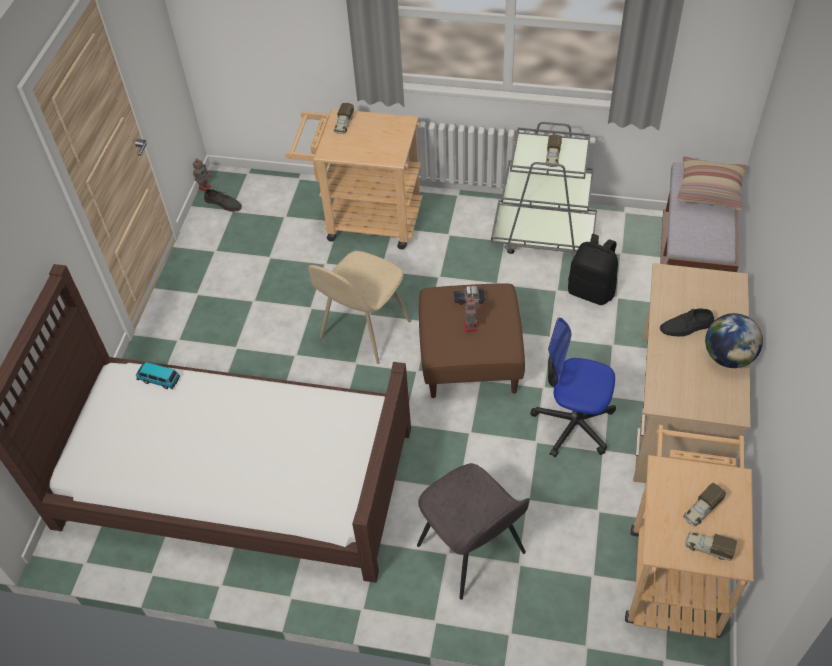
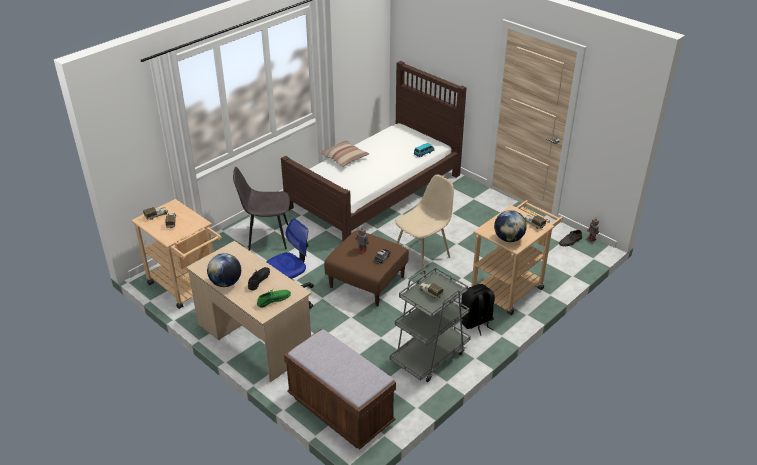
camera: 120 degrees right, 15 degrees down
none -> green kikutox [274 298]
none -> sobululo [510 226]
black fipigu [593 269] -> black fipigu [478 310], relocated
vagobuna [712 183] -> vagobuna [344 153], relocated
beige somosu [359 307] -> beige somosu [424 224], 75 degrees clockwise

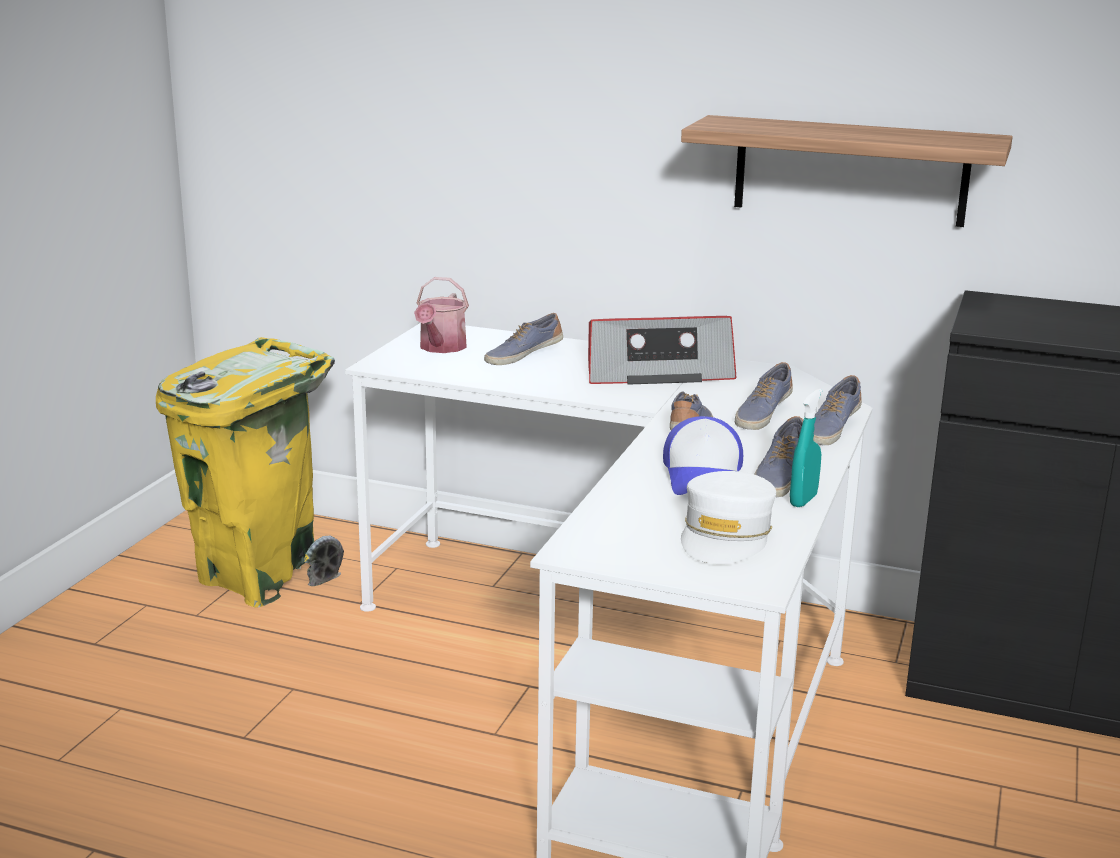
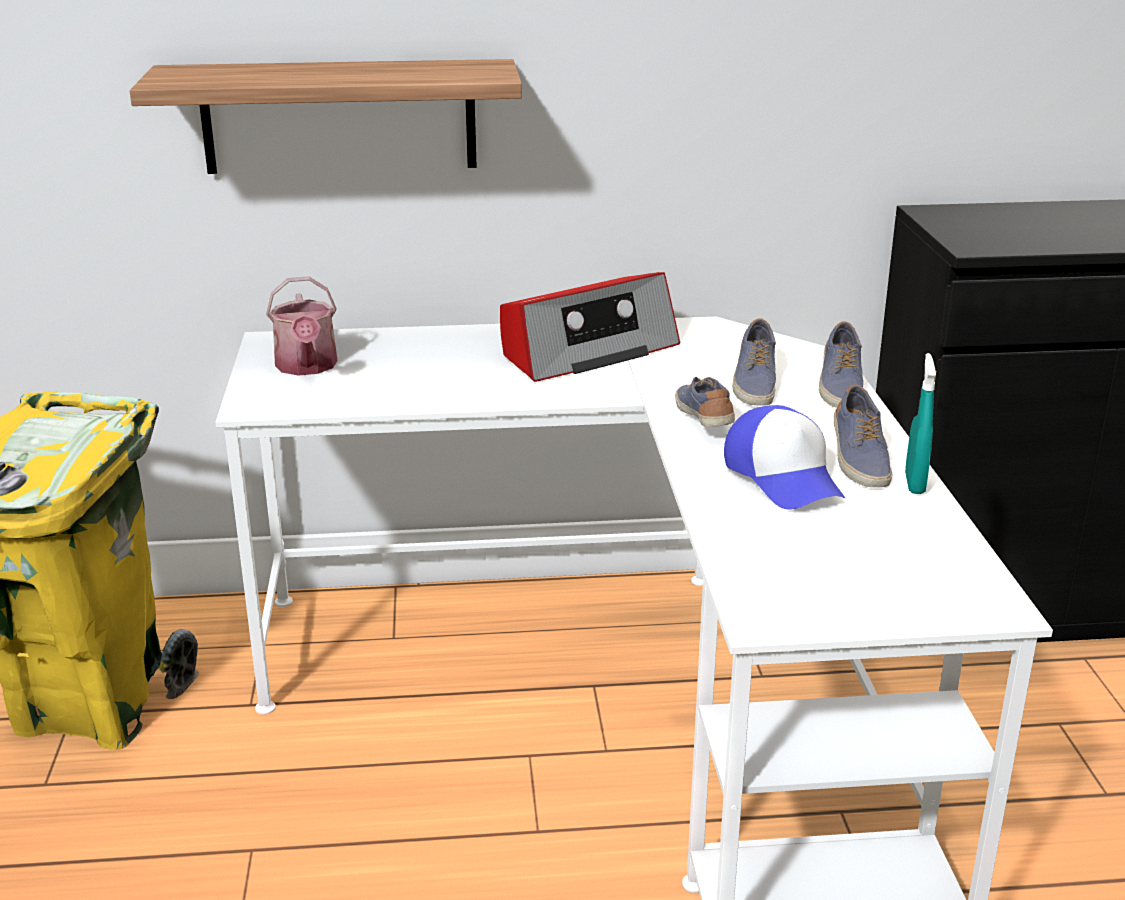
camera: 25 degrees left, 5 degrees up
kikutox [523 339] -> none
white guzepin [728 517] -> none
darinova [847 171] -> darinova [326 116], relocated

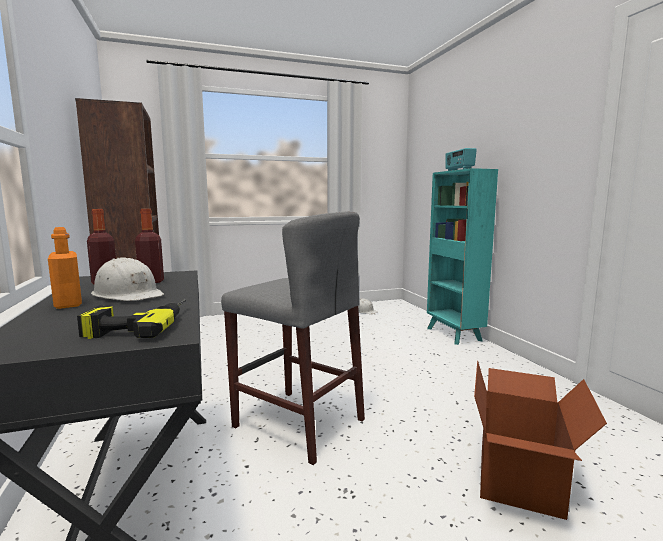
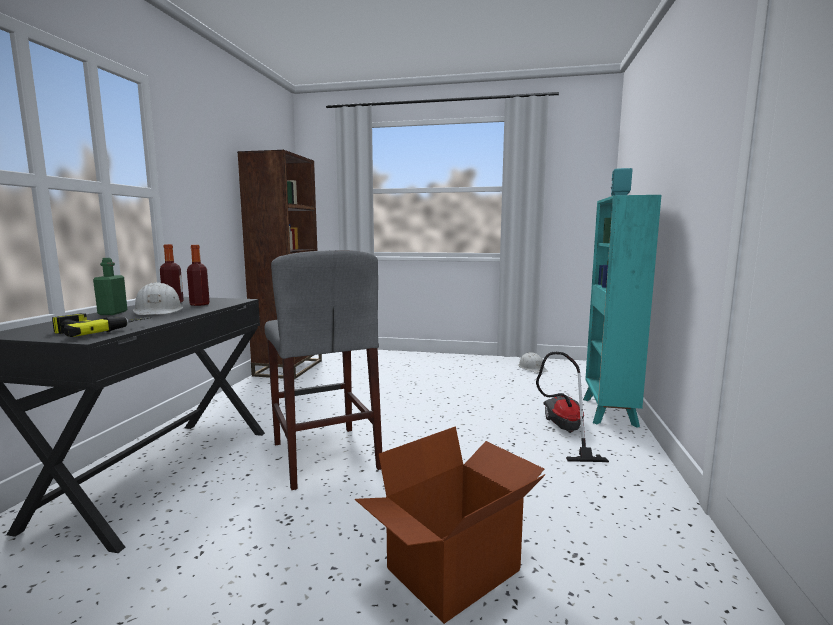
camera: 30 degrees right, 0 degrees up
none -> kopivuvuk [572 407]
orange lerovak [65 268] -> green lerovak [110 286]

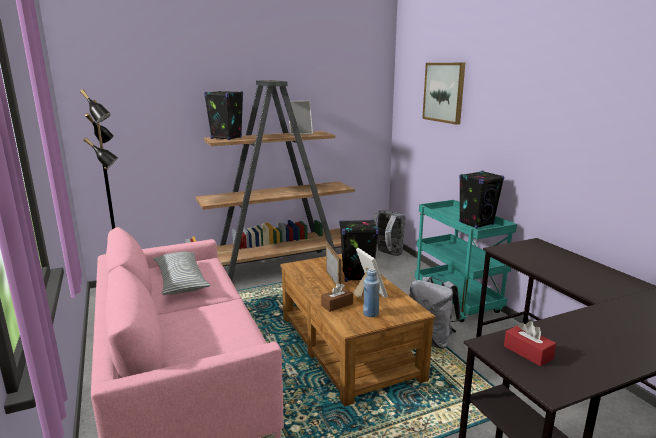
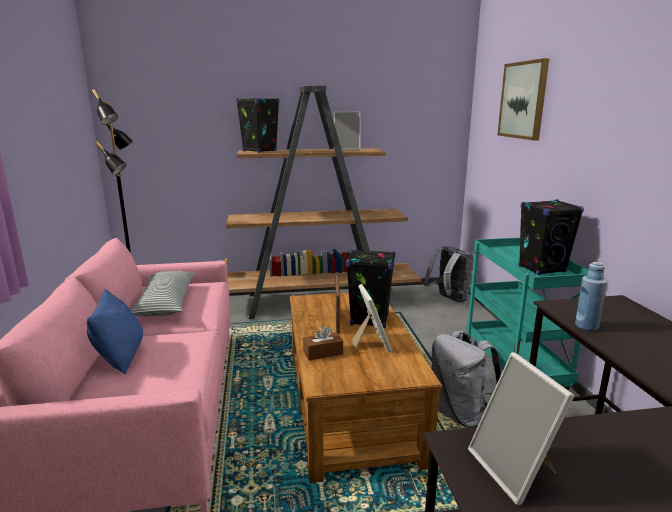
camera: 15 degrees right, 0 degrees up
none -> blue vagobuna [114 331]
blue lerovak [371 292] -> blue lerovak [591 296], relocated
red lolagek [530 343] -> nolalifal [521 428]

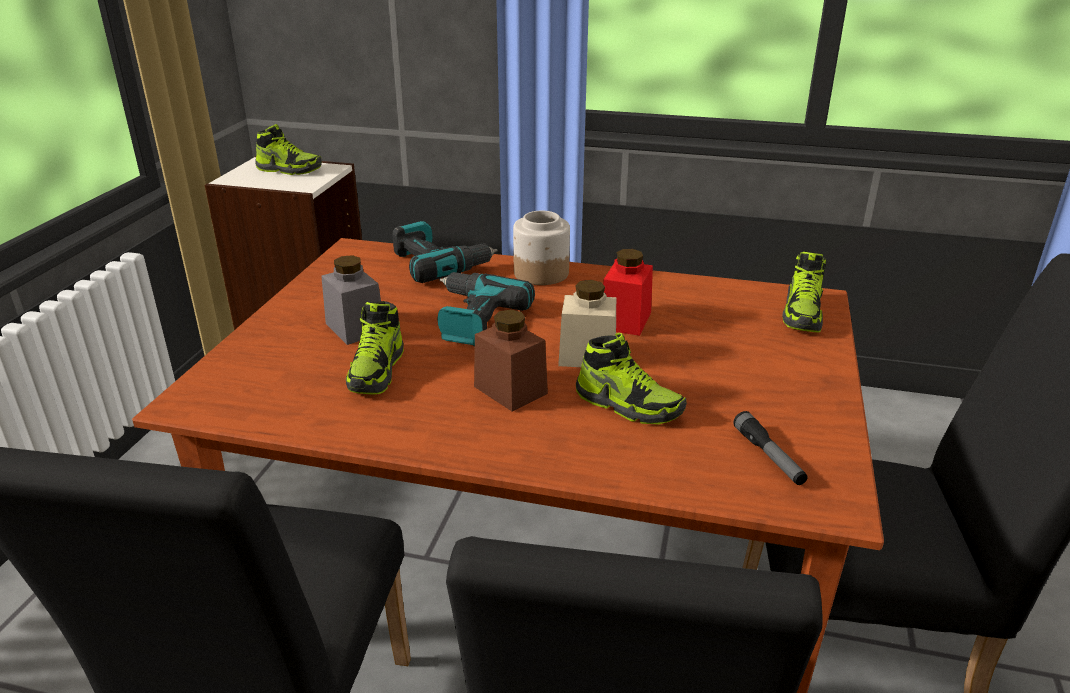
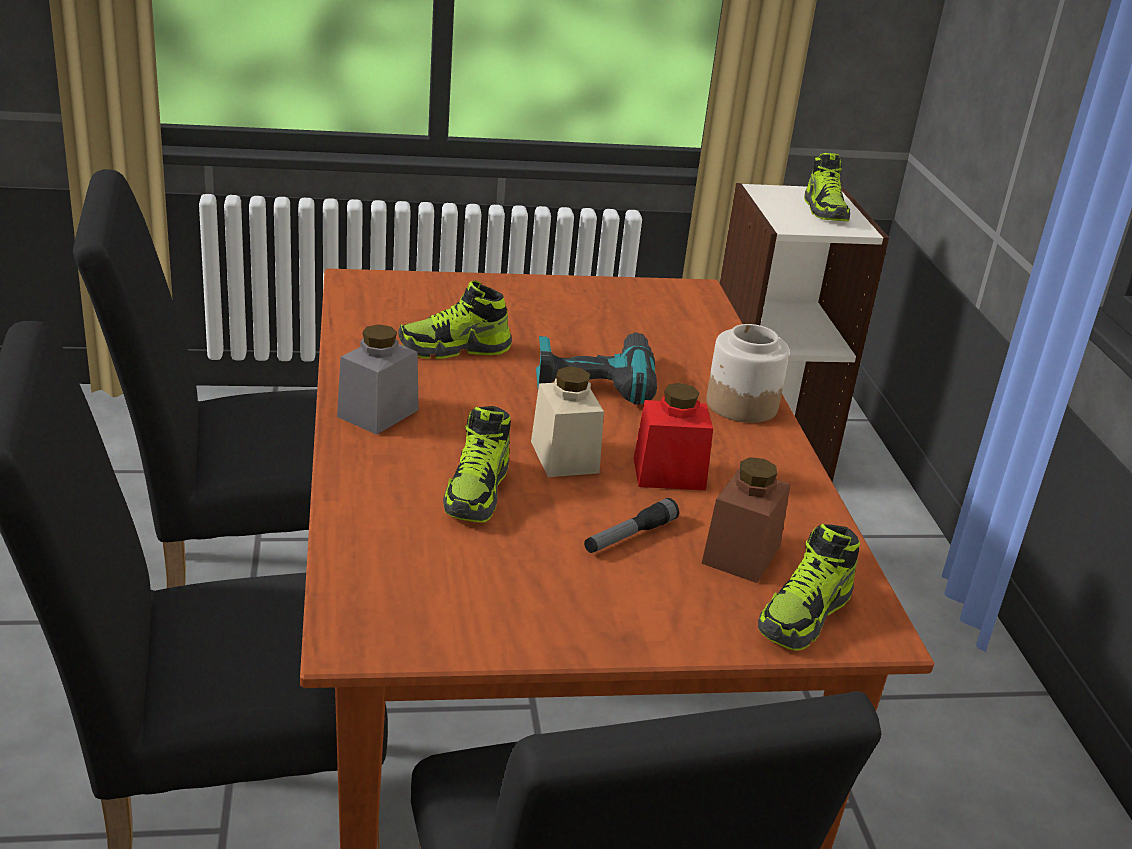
camera: 65 degrees right, 0 degrees up
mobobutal [445 252] -> none
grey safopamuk [351 300] -> grey safopamuk [378 379], relocated
brown safopamuk [511 360] -> brown safopamuk [746 520], relocated
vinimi [770 448] -> vinimi [631 525], relocated
kikutox [804 292] -> kikutox [809 587], 45 degrees counterclockwise

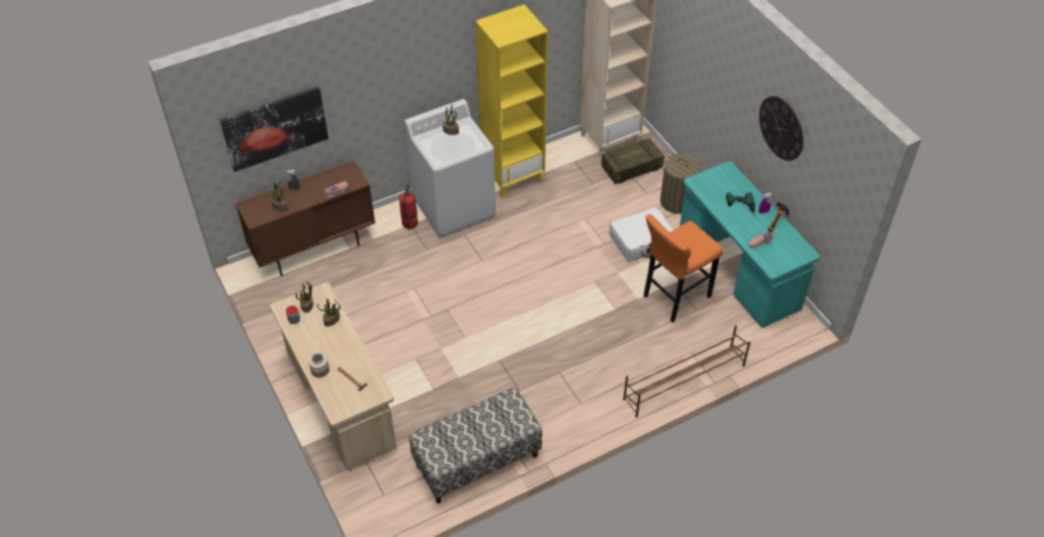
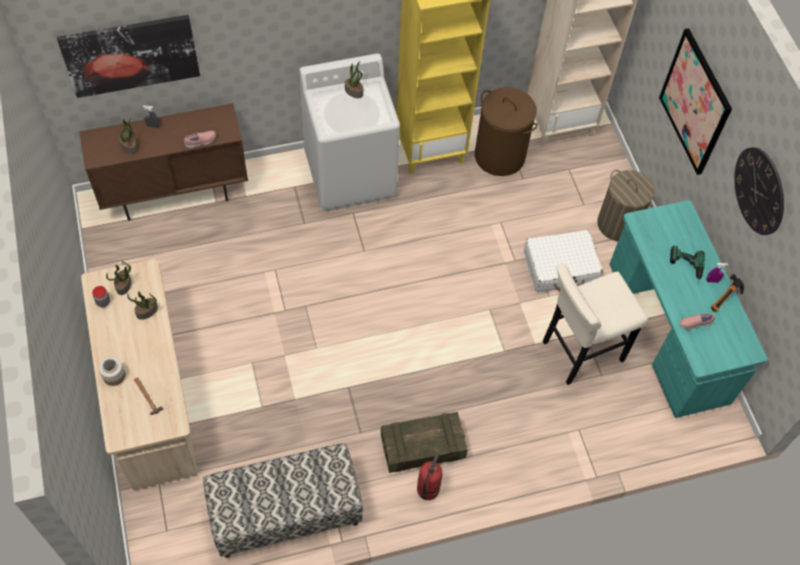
camera: 10 degrees right, 10 degrees up
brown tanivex [687 371] -> none
none -> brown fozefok [506 131]
none -> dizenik [695 101]
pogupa [408 205] -> pogupa [429 476], relocated
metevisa [632 161] -> metevisa [424 442], relocated
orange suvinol [683 268] -> beige suvinol [595 324]

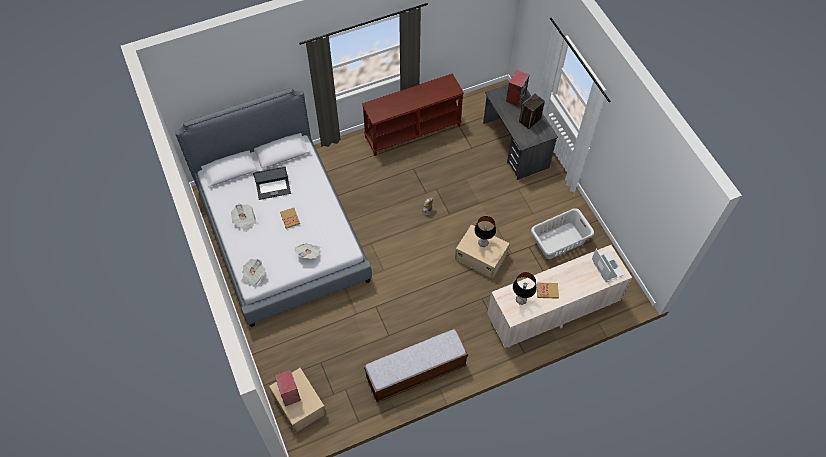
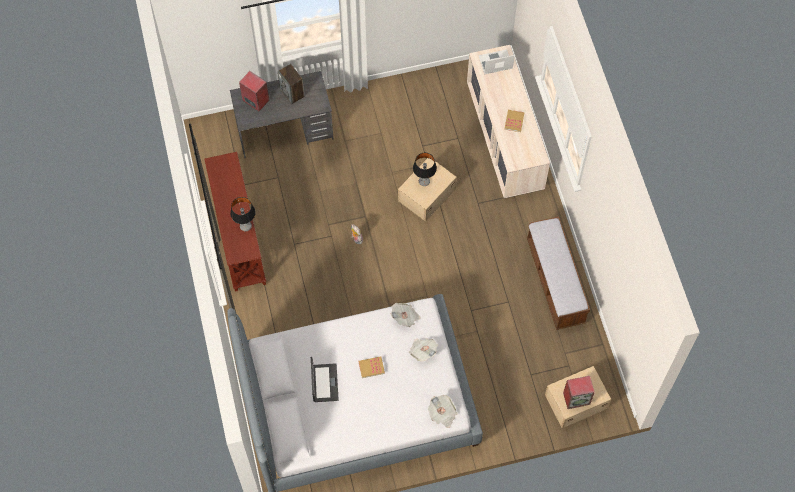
camera: 80 degrees left, 5 degrees up
grey fozefok [562 233] -> none
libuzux [244 217] -> libuzux [406 315], relocated
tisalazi [525 288] -> tisalazi [242 214], relocated

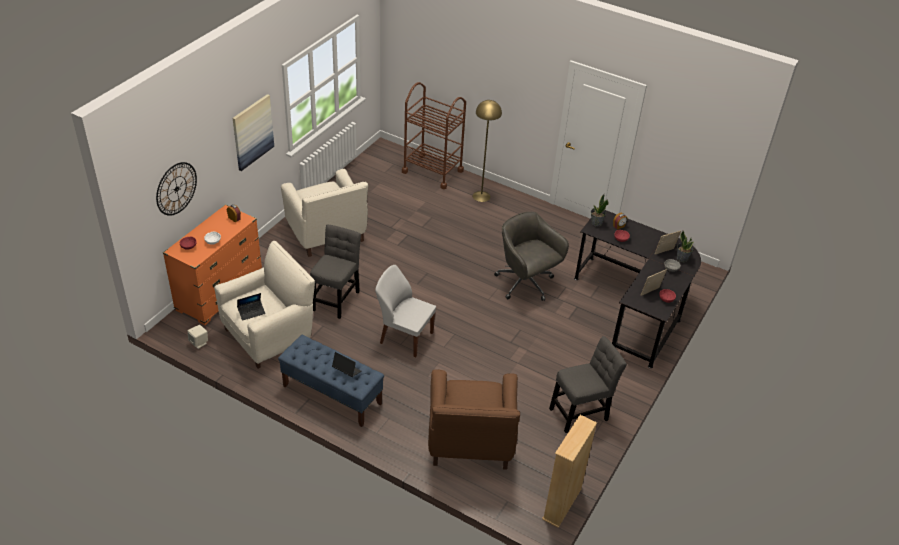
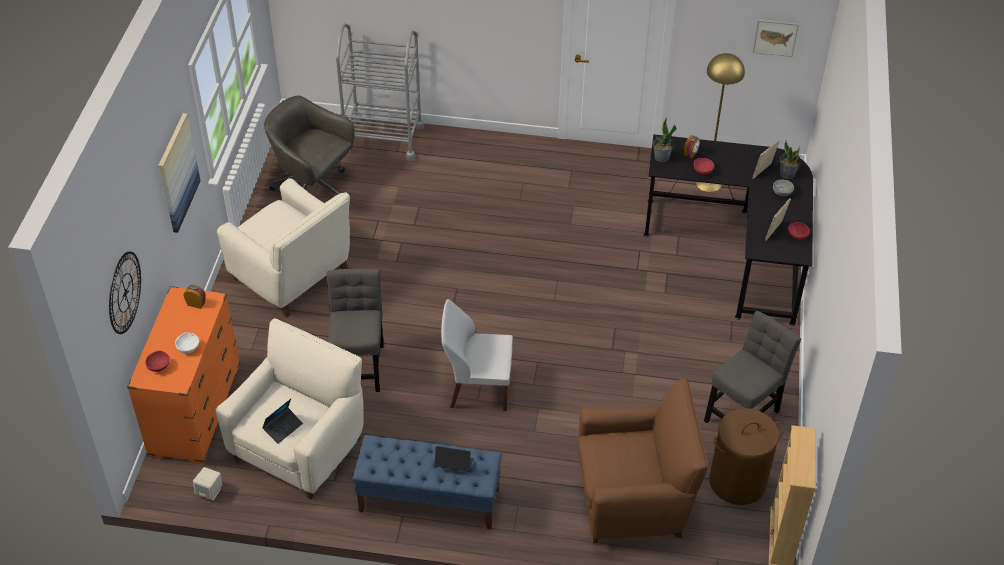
camera: 20 degrees left, 5 degrees up
none -> brown fozefok [746 456]
none -> dizenik [776 38]
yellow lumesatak [487 151] -> yellow lumesatak [720 122], relocated
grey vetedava [531 256] -> grey vetedava [309 145], relocated
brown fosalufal [434 135] -> grey fosalufal [380 92]
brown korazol [474 419] -> brown korazol [643 461], 75 degrees counterclockwise

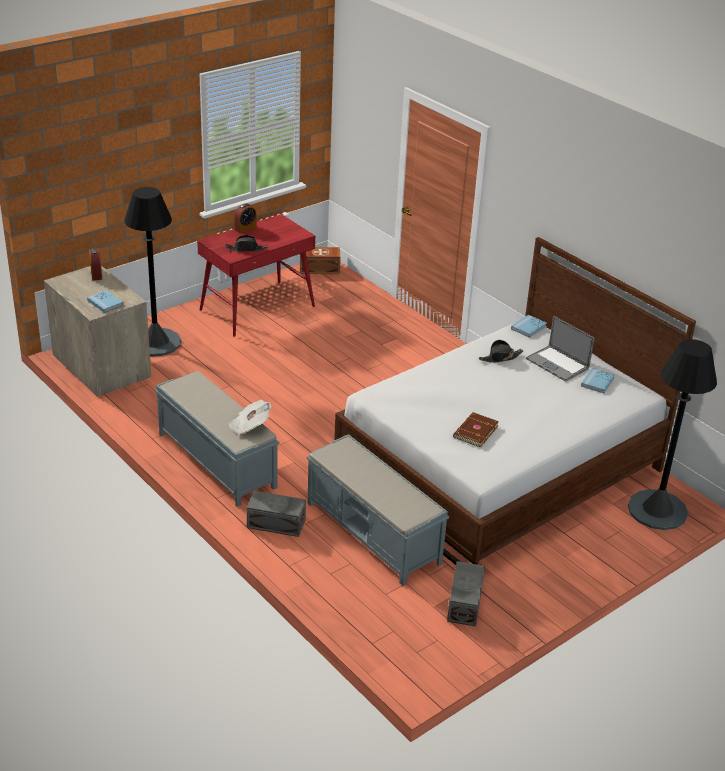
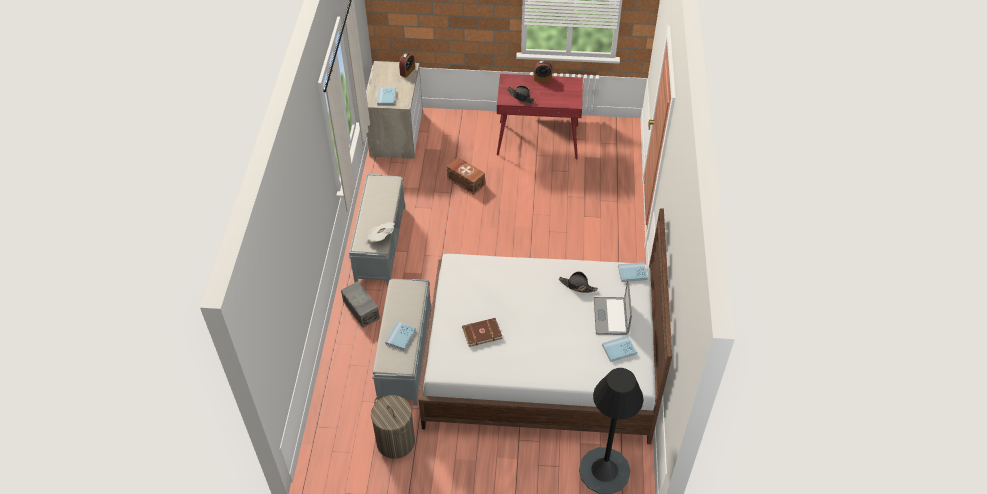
camera: 45 degrees right, 15 degrees up
black lumesatak [152 272] -> none
none -> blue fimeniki [400 336]
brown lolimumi [320 260] -> brown lolimumi [466 176], relocated
grey lolimumi [466 593] -> fozefok [393 427]

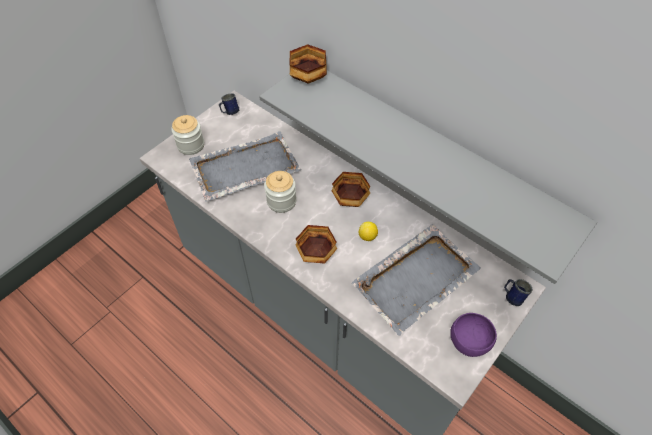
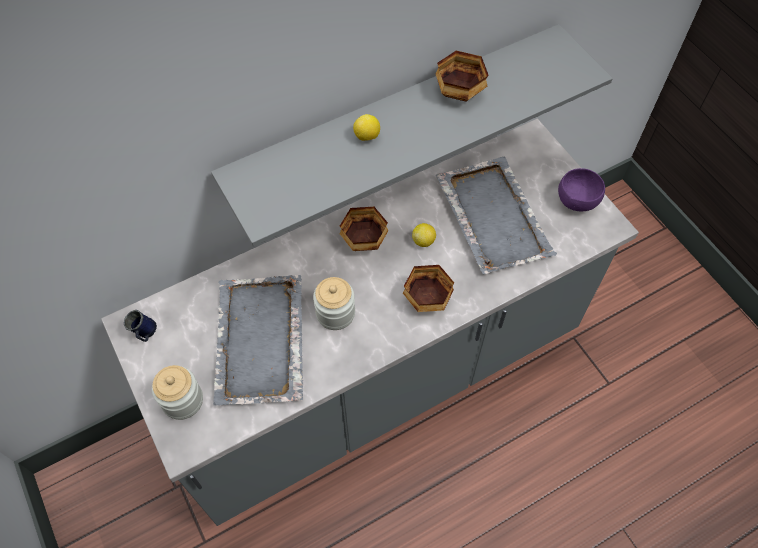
camera: 70 degrees left, 5 degrees up
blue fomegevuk [518 292] -> none
none -> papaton [366 127]
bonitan [308 64] -> bonitan [462 76], relocated

